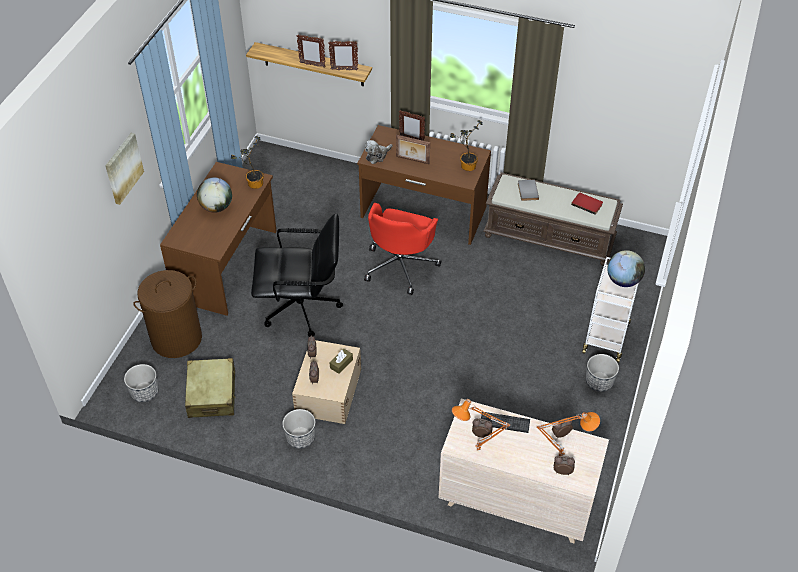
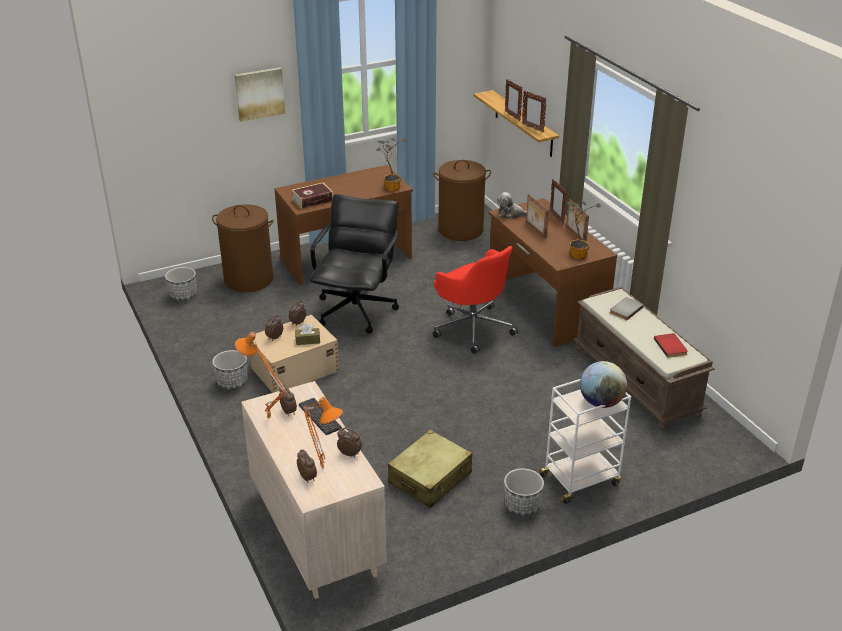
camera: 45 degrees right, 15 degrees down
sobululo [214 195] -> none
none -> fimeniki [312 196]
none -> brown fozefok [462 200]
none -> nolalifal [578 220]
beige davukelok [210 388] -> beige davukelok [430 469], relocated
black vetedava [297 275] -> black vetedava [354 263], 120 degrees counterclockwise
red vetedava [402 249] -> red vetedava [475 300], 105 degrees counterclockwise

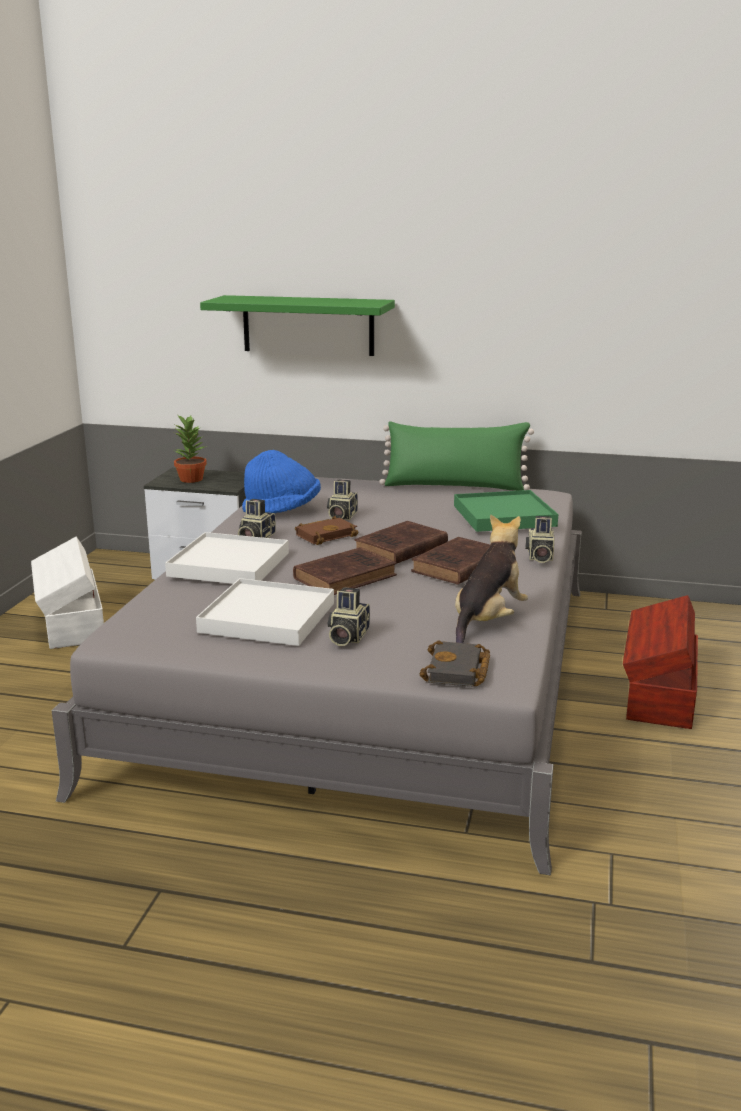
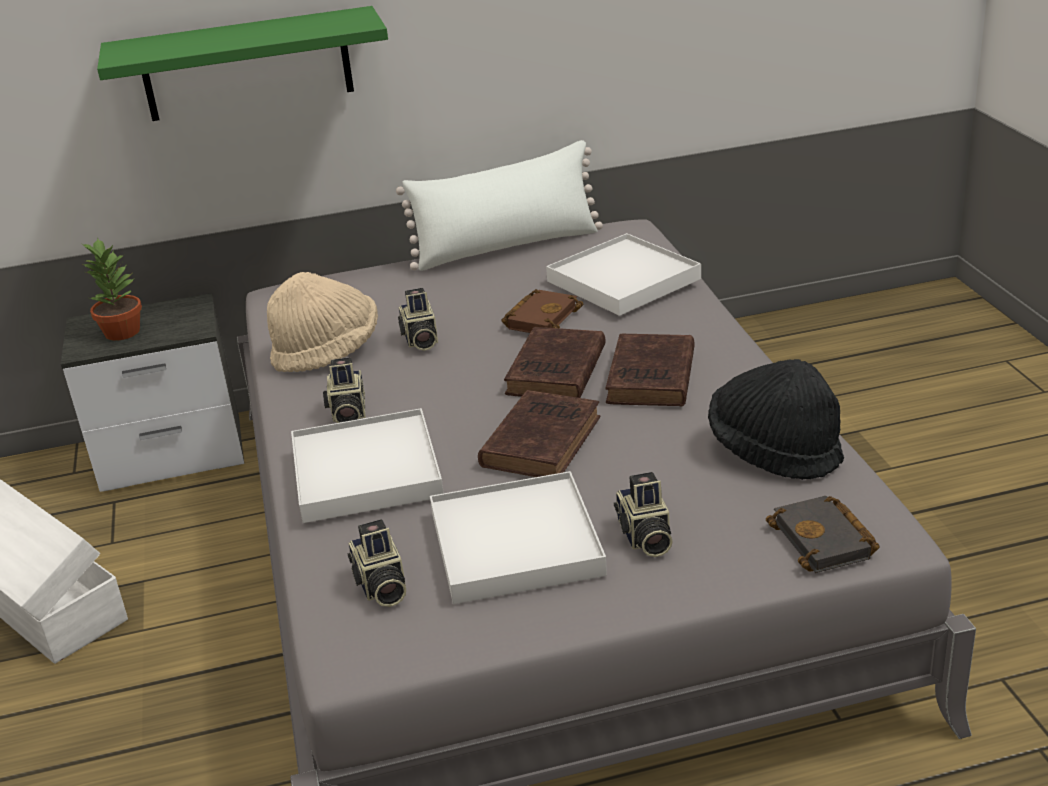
camera: 25 degrees left, 10 degrees up
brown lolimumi [660 662] -> none
brown fimeniki [326 530] -> brown fimeniki [542 311], relocated
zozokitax [540 539] -> zozokitax [376 563], relocated
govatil [491 578] -> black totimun [776 419]
blue totimun [281 481] -> beige totimun [322 322]
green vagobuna [456 456] -> white vagobuna [499 205]
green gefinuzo [506 511] -> white gefinuzo [623 274]

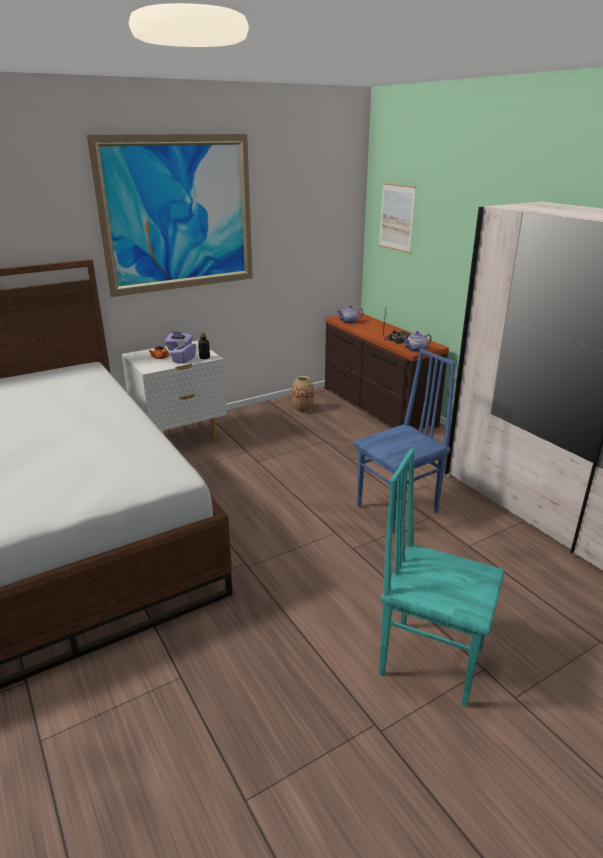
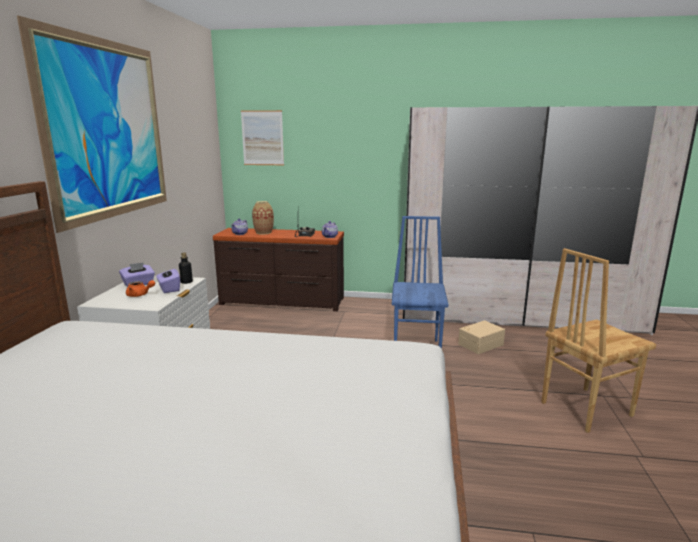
camera: 50 degrees left, 10 degrees down
none -> beige lolimumi [481 337]
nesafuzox [302 394] -> nesafuzox [263 218], relocated
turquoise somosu [442 577] -> brown somosu [598 340]

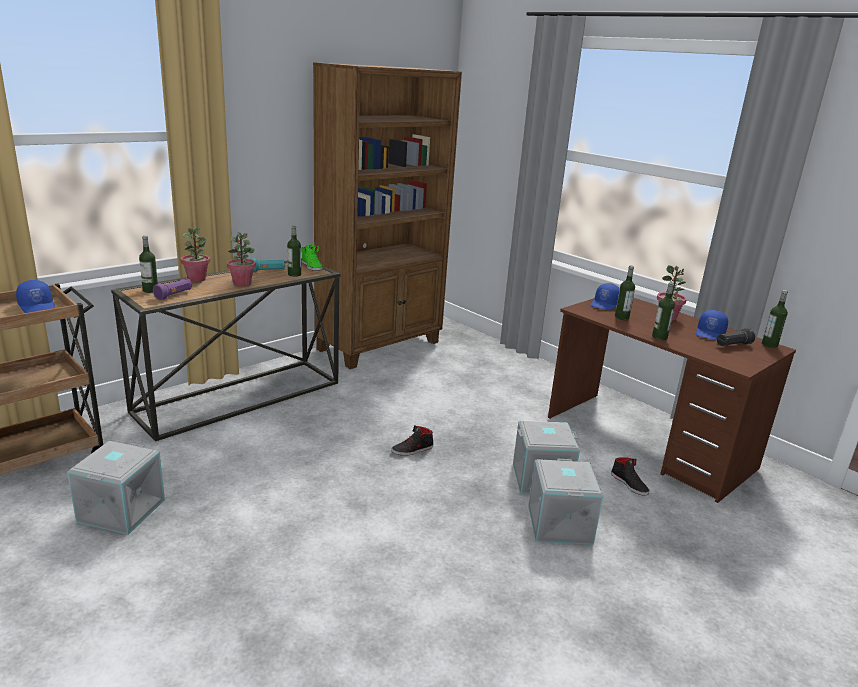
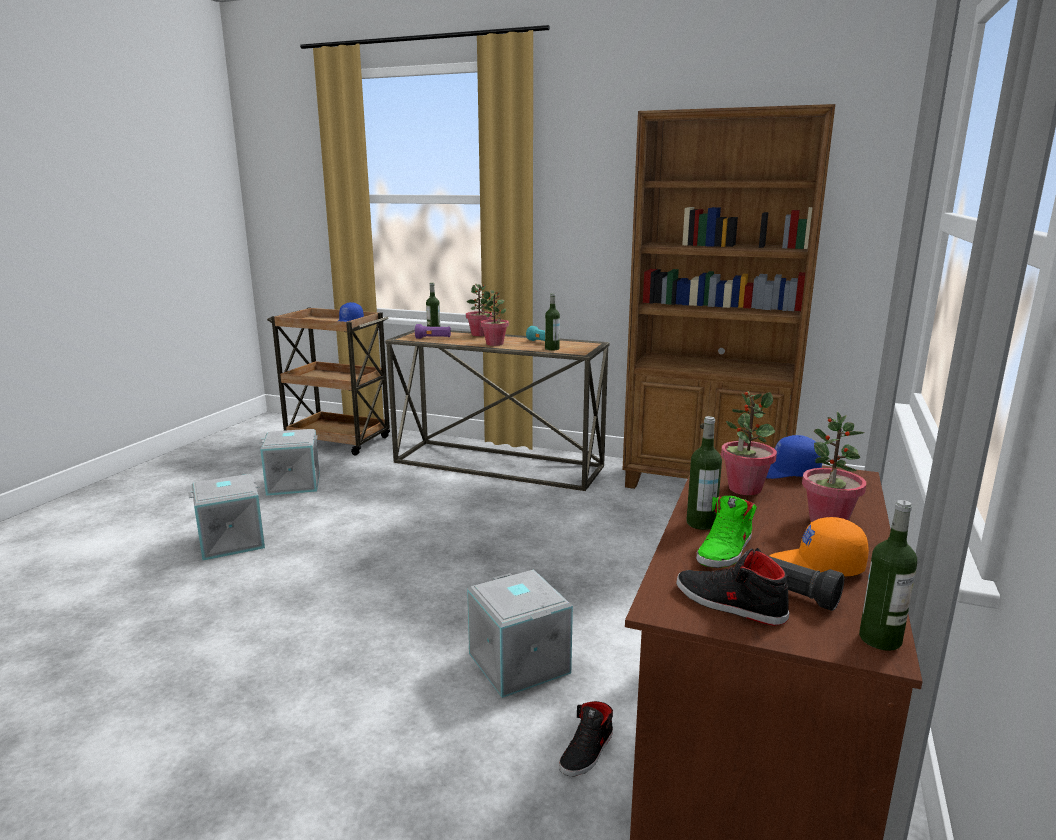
camera: 65 degrees right, 5 degrees down
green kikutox [312 257] -> green kikutox [726 532], relocated
black kikutox [412 440] -> black kikutox [732 587], relocated
grey lolimumi [565 501] -> grey lolimumi [226 517], relocated
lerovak [625 293] -> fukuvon [749 443]
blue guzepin [712 325] -> orange guzepin [819 546]

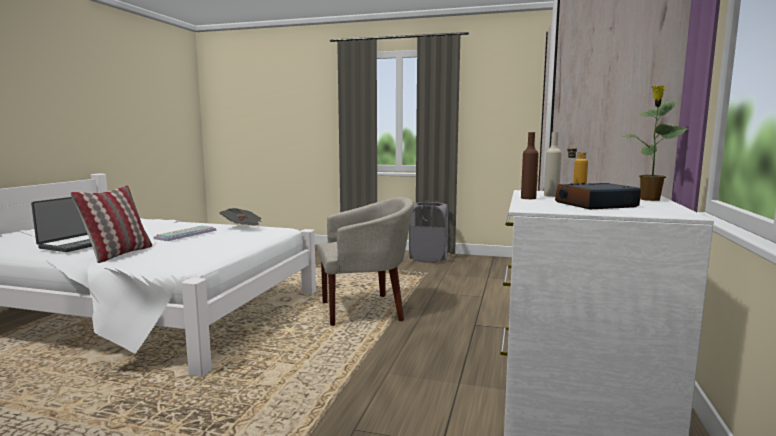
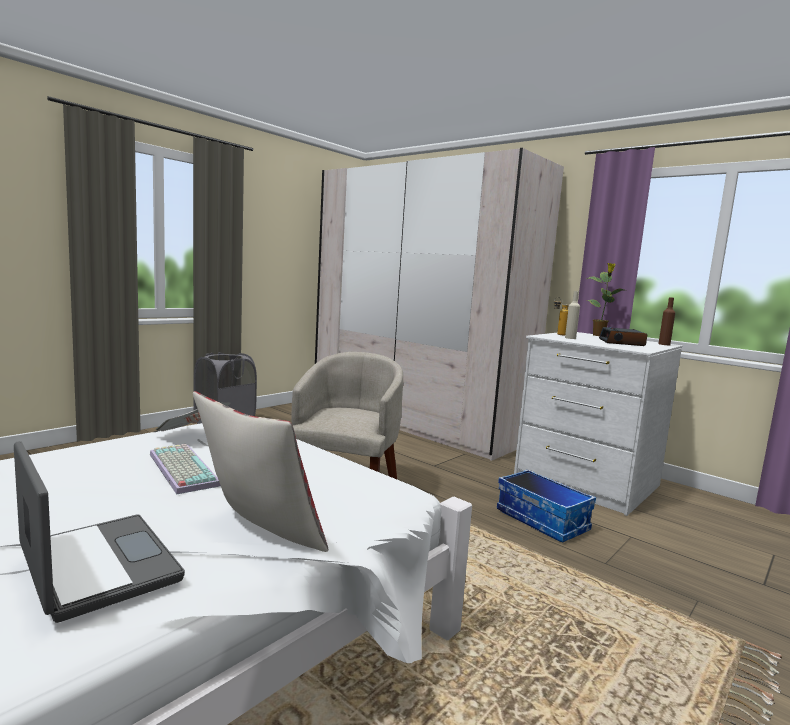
camera: 65 degrees left, 0 degrees up
none -> lolimumi [546 505]
brown lerovak [530 165] -> brown lerovak [666 321], relocated

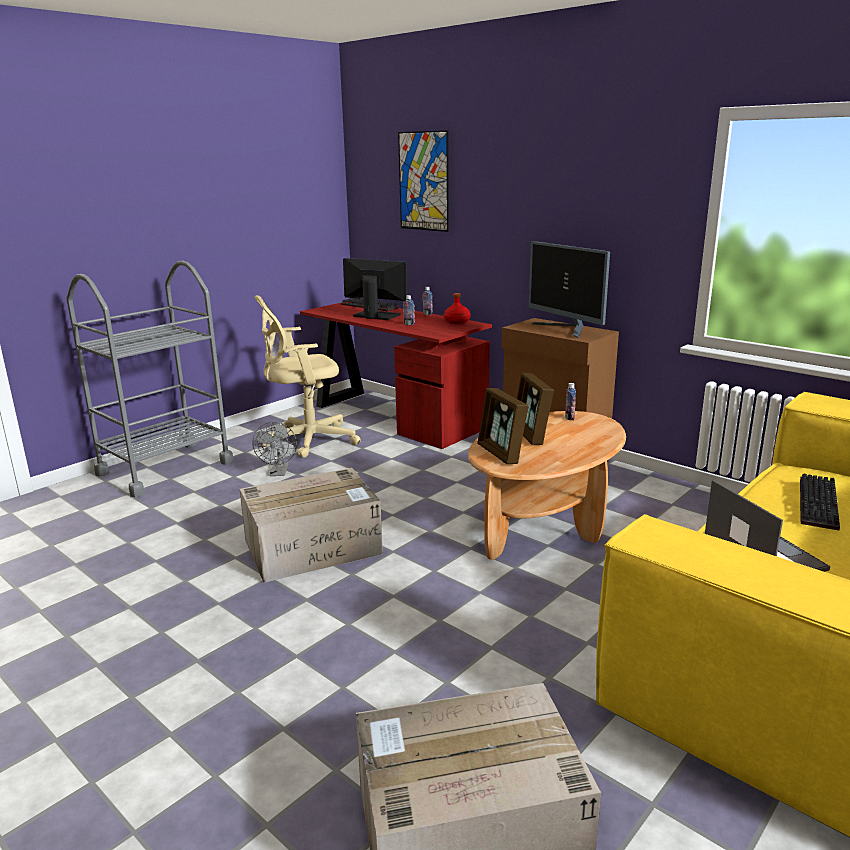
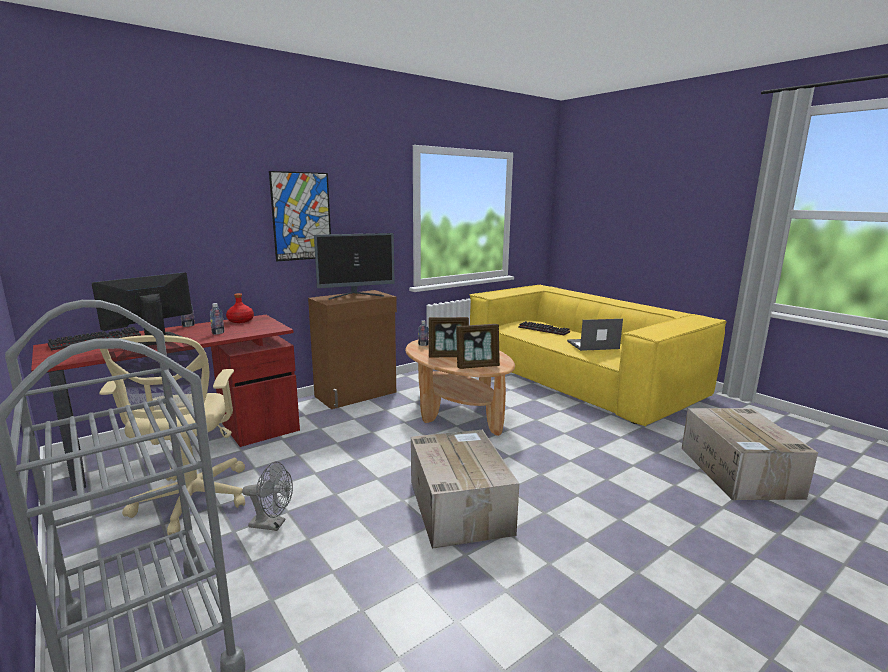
camera: 80 degrees left, 5 degrees down
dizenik [423 181] -> dizenik [300 216], relocated

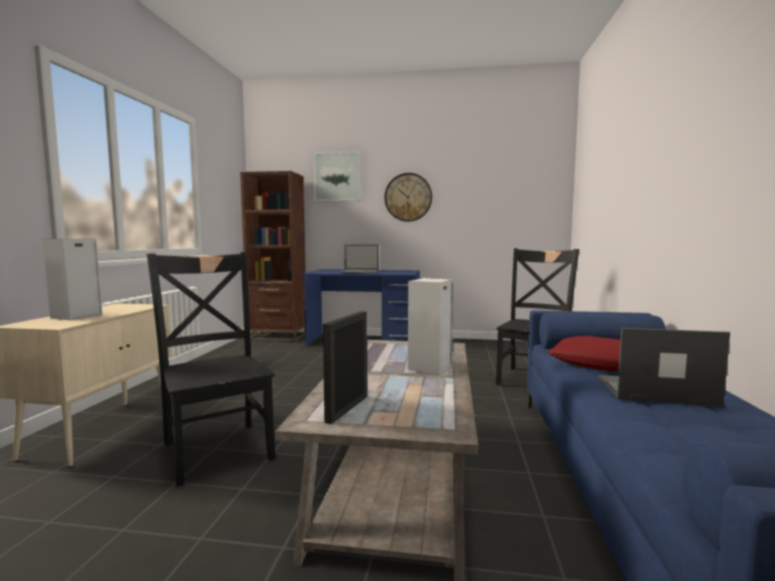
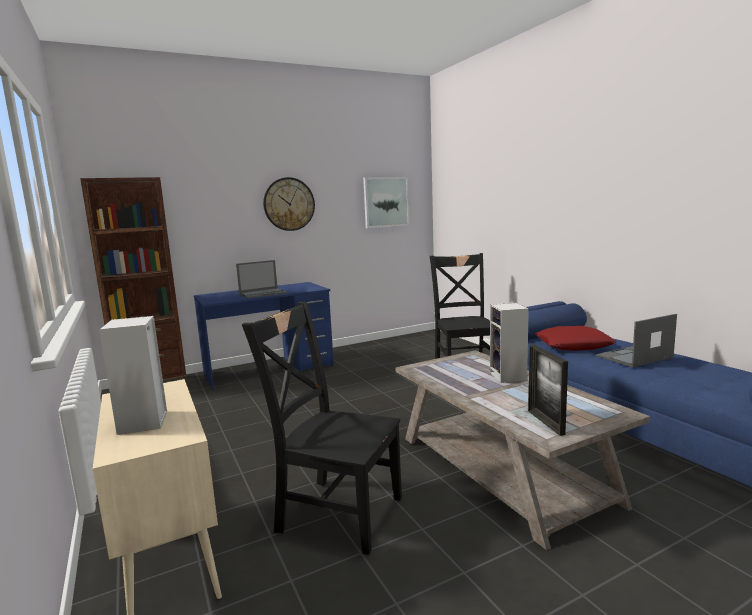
camera: 35 degrees left, 5 degrees up
dizenik [337 176] -> dizenik [386 202], relocated

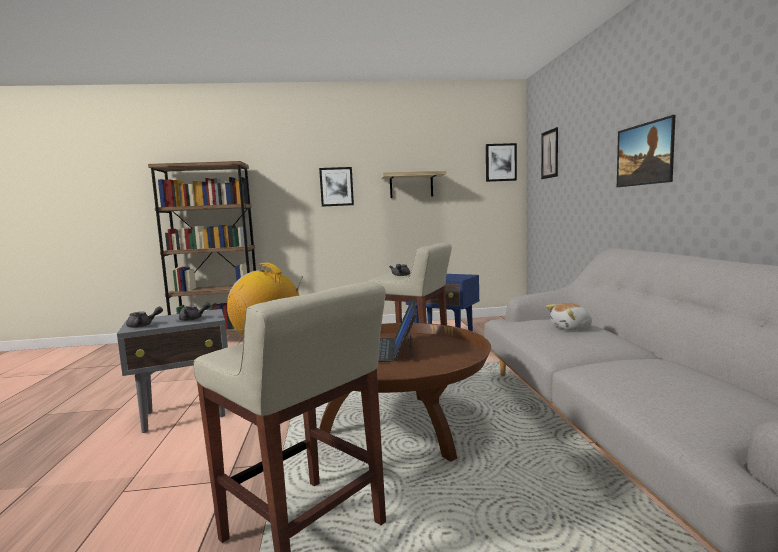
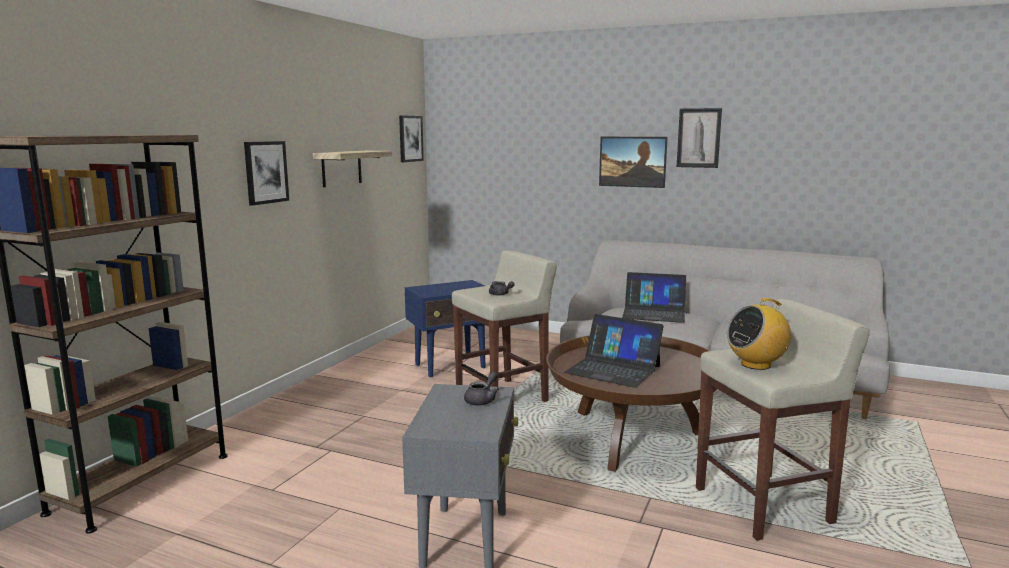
camera: 60 degrees left, 5 degrees up
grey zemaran [144 317] -> none
dizenik [549 153] -> dizenik [699 138], relocated
govatil [569 316] -> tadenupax [654 297]

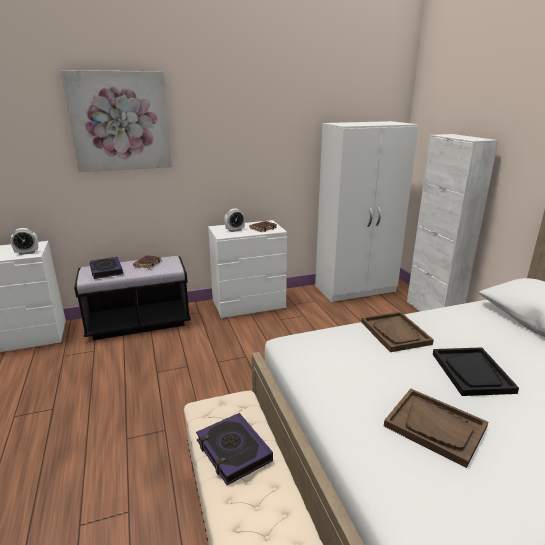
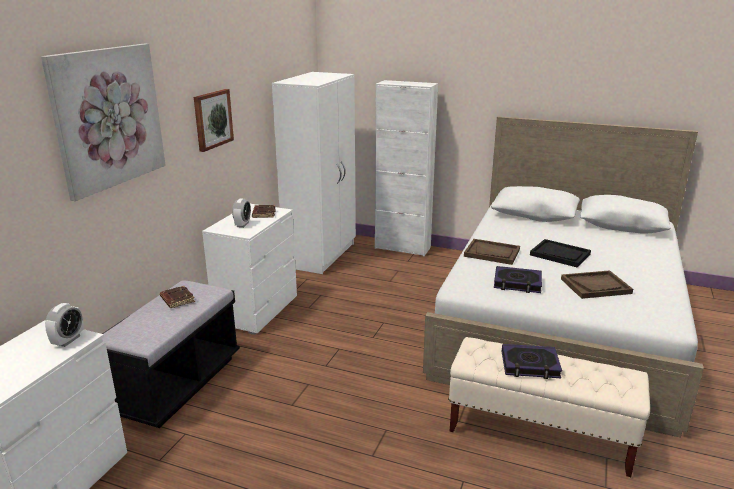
camera: 50 degrees left, 0 degrees up
none -> dizenik [214 120]
fimeniki [106 268] -> fimeniki [518 279], relocated

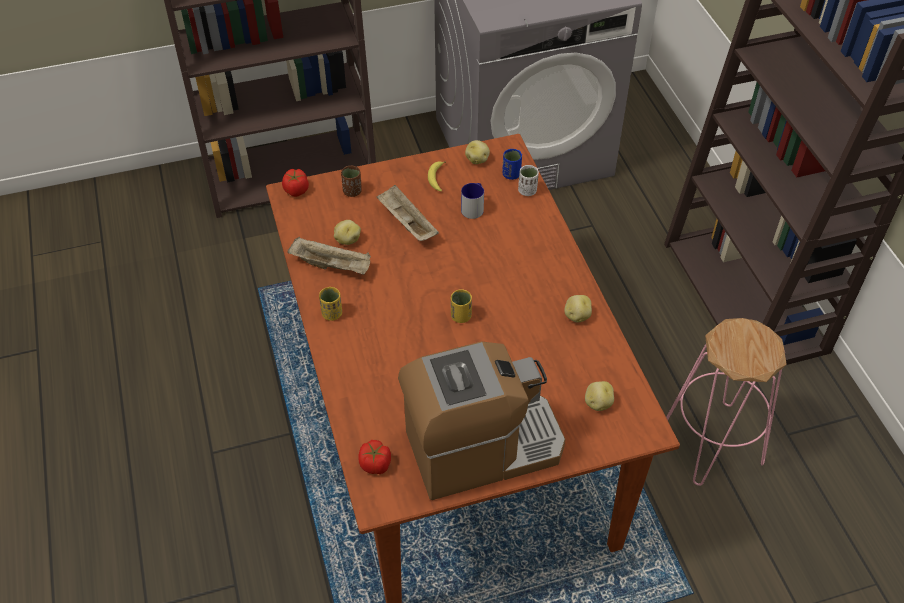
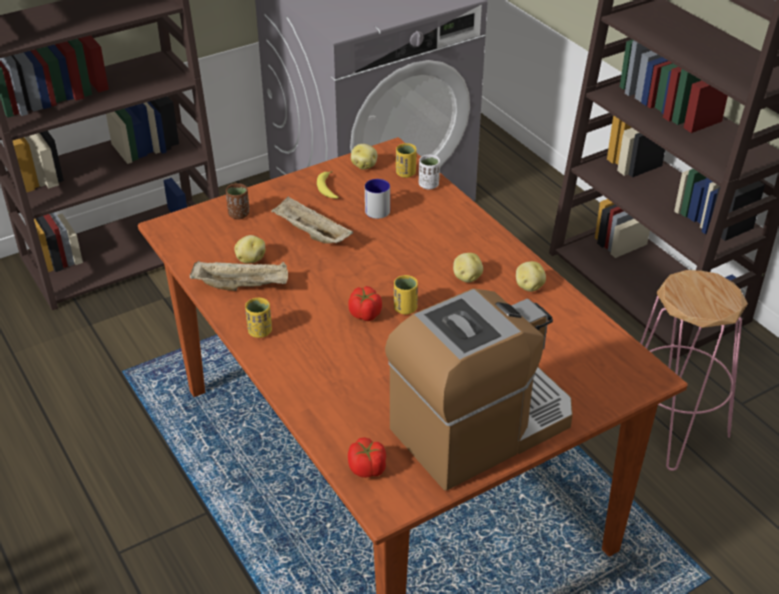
camera: 15 degrees left, 10 degrees down
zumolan [295 183] -> zumolan [365 303], relocated
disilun [599 396] -> disilun [468 268], relocated
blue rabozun [512 164] -> yellow rabozun [406 160]

